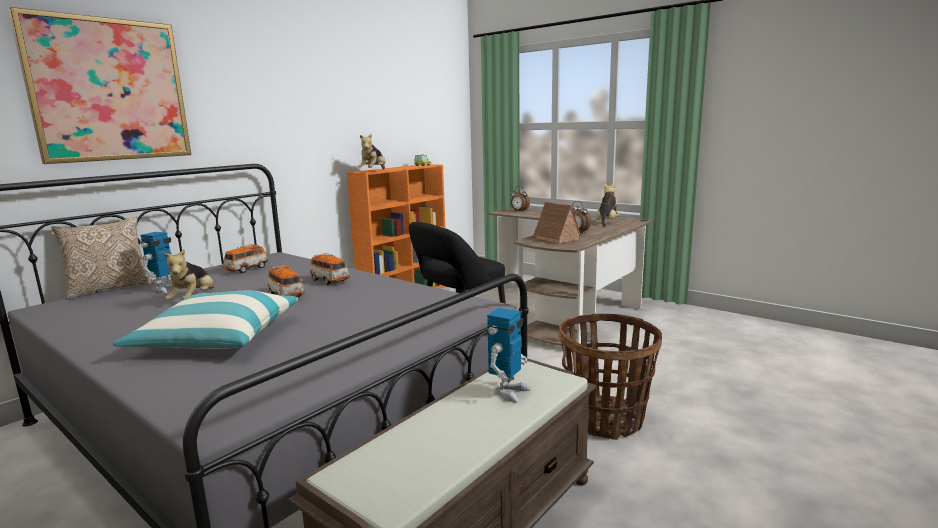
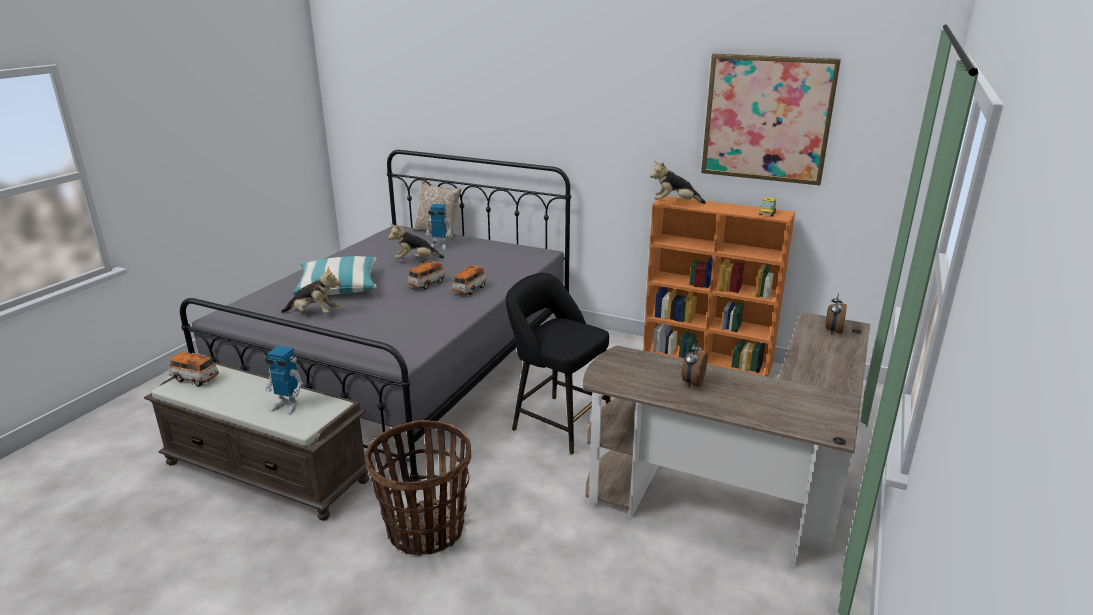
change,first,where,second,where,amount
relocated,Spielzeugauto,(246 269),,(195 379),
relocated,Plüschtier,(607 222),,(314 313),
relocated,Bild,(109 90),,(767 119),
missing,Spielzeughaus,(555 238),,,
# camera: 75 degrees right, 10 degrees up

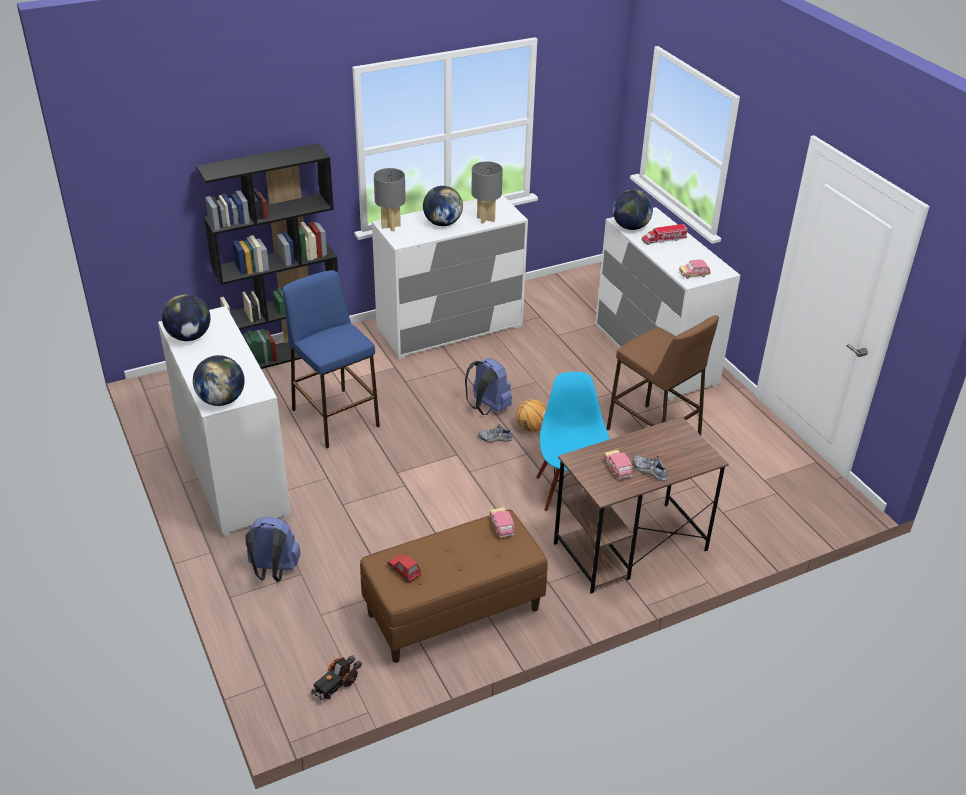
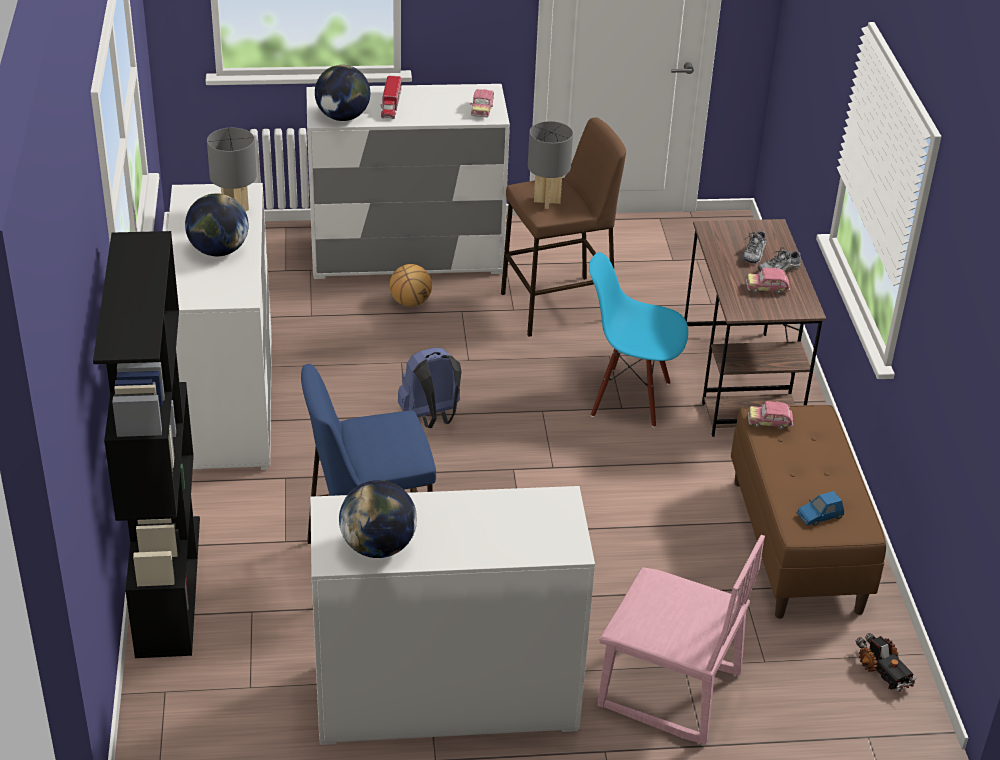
change,first,where,second,where,amount
relocated,Basketball,(531 428),,(410 302),
relocated,Tischlampe [grau],(391 227),,(547 201),
exchanged,Rucksack [blau],(273 571),Stuhl [rosa],(669 691),
relocated,Schuh,(495 438),,(754 254),
colour,Spielzeugauto [rot],(404 570),Spielzeugauto [blau],(820 516),
missing,Globus,(221 400),,,
# camera: 70 degrees left, 0 degrees up

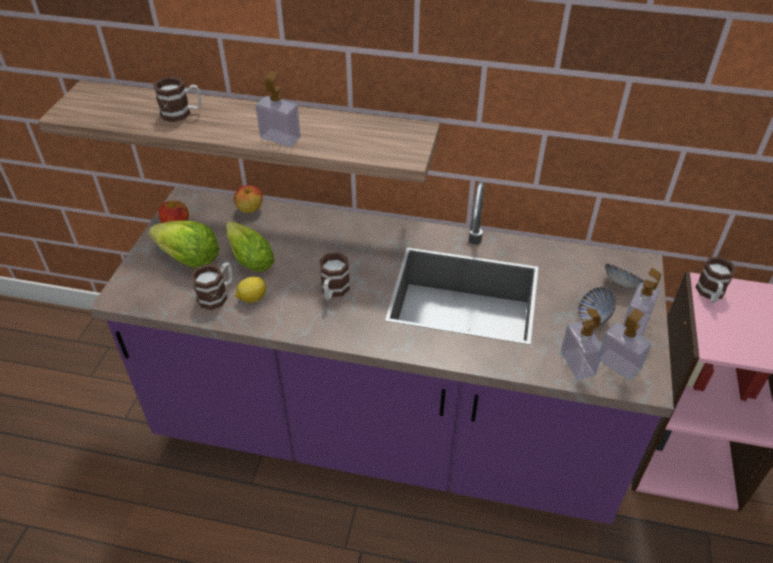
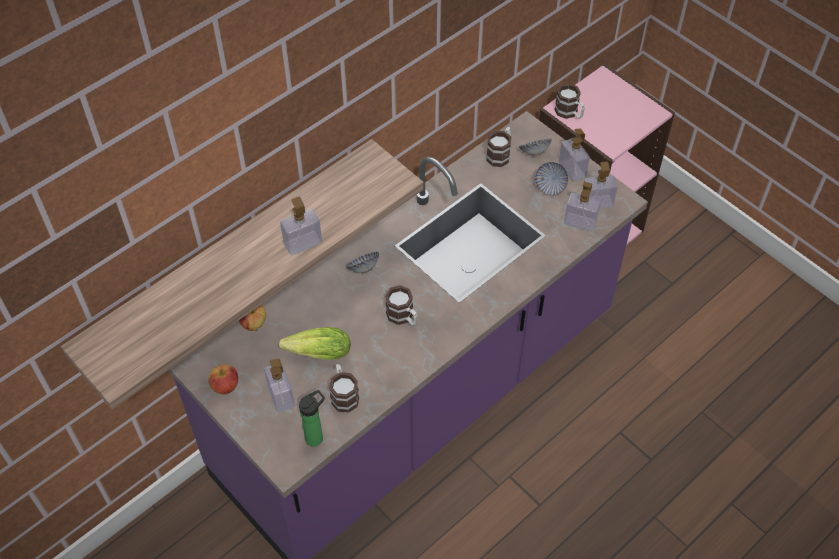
change,first,where,second,where,amount
exchanged,Salatkopf,(188 259),Seifenspender,(281 396),
appeared,,,Flasche,(316 437),
appeared,,,Schüssel,(363 268),
relocated,Henkelbecher,(182 113),,(500 154),
missing,Zitrone,(252 298),,,
# camera: 55 degrees left, 10 degrees up

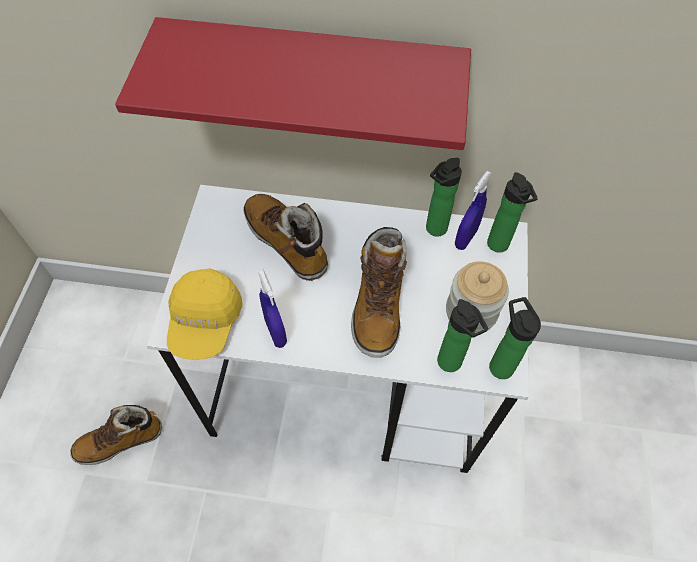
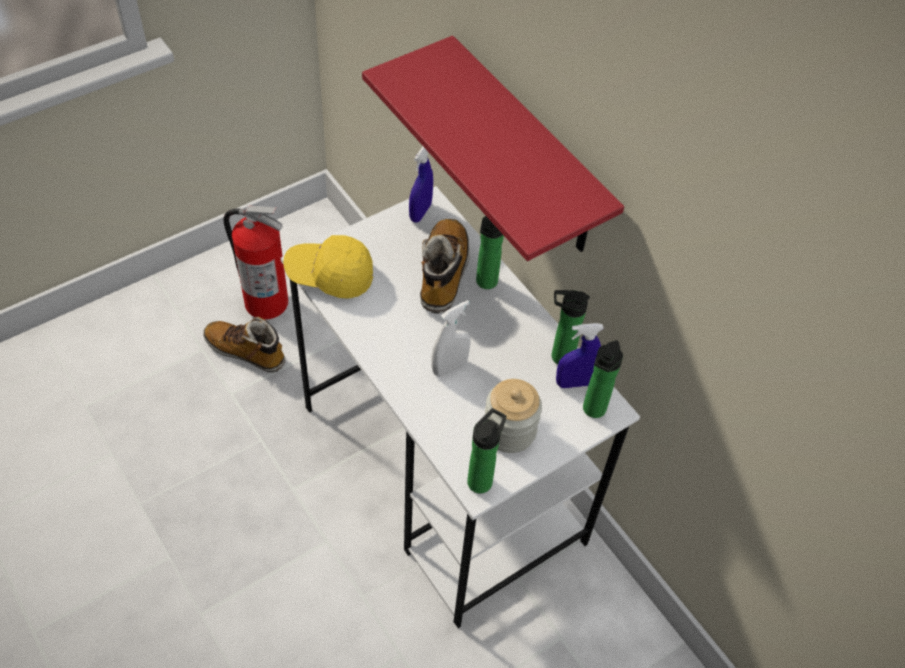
change,first,where,second,where,amount
appeared,,,Feuerlöscher,(266 302),
spun,Kappe [gelb],(205 322),,(330 275),45 degrees clockwise
relocated,Sprühflasche [blau],(276 332),,(420 212),
exchanged,Stiefel,(378 306),Sprühflasche [weiß],(449 367),
relocated,Flasche,(451 364),,(485 284),
# camera: 45 degrees right, 5 degrees down

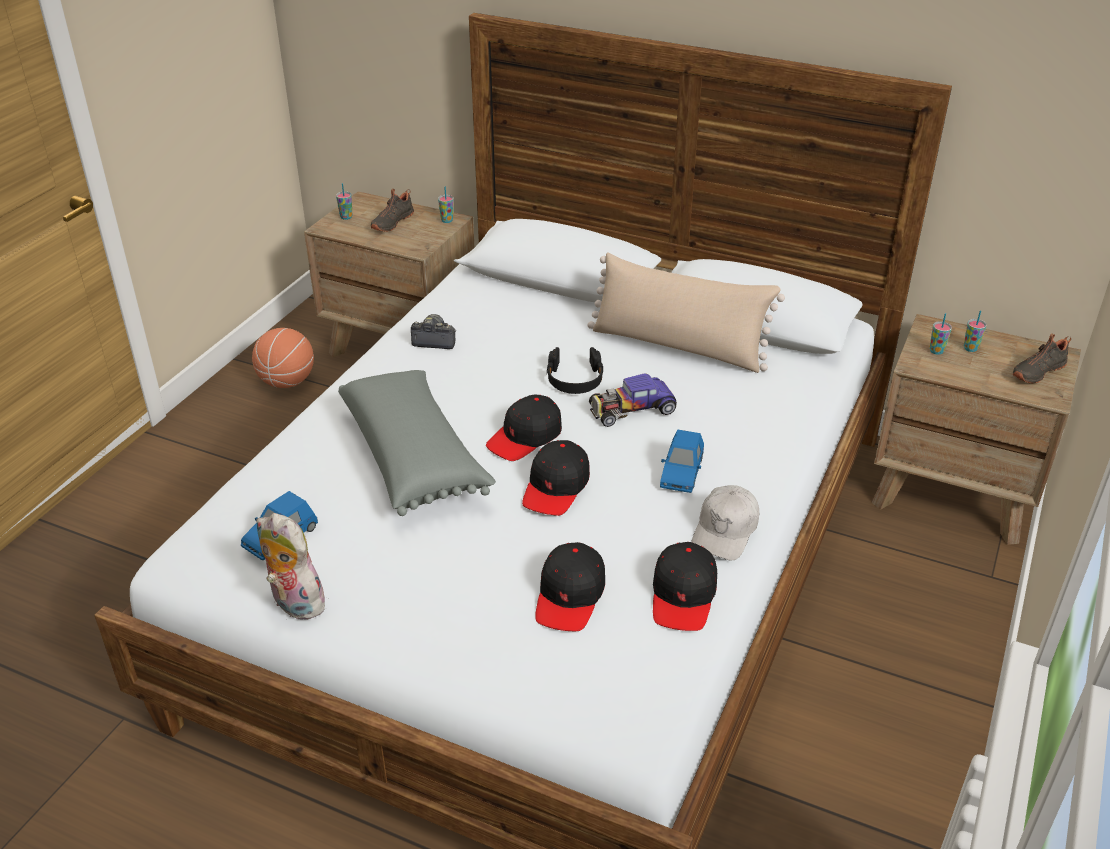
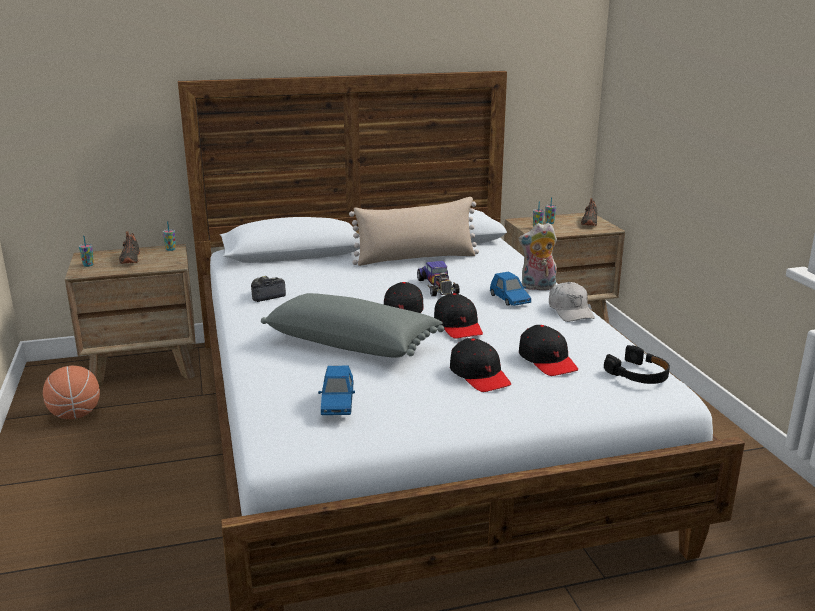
change,first,where,second,where,amount
spun,Spielzeugauto,(631 409),,(438 286),45 degrees counterclockwise
relocated,Kappe [schwarz],(683 596),,(479 375),
relocated,Plüschtier,(294 603),,(537 287),
relocated,Kopfhörer [schwarz],(574 379),,(638 374),
# camera: 40 degrees left, 15 degrees down

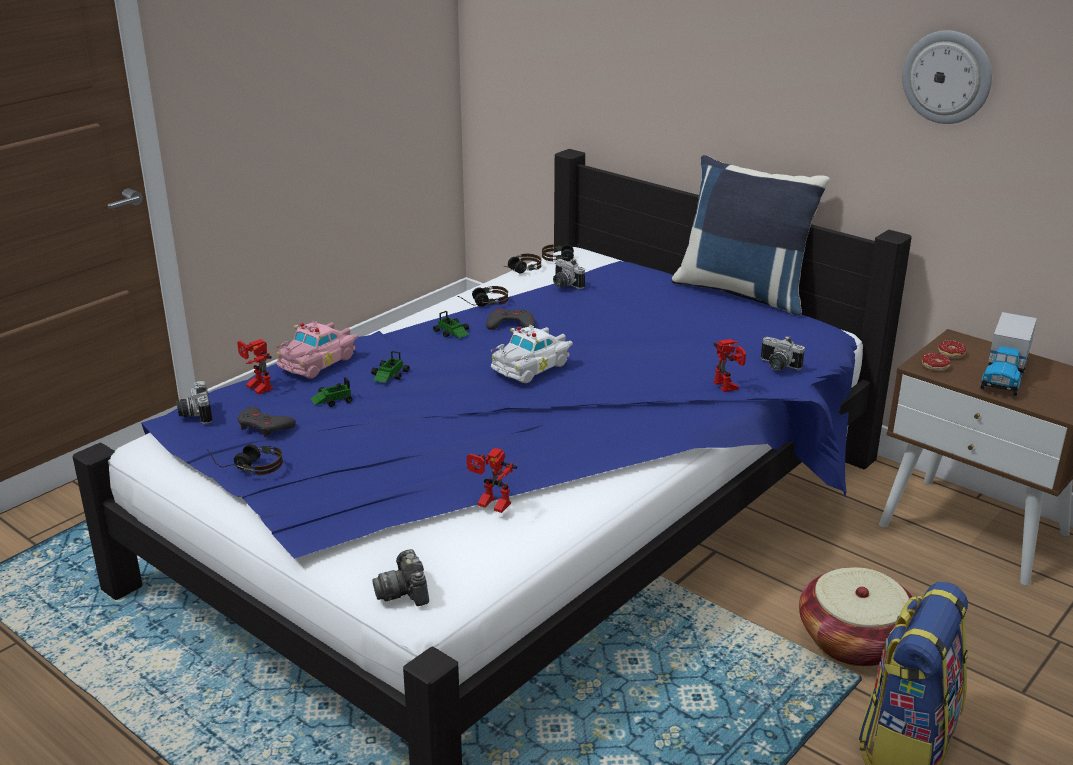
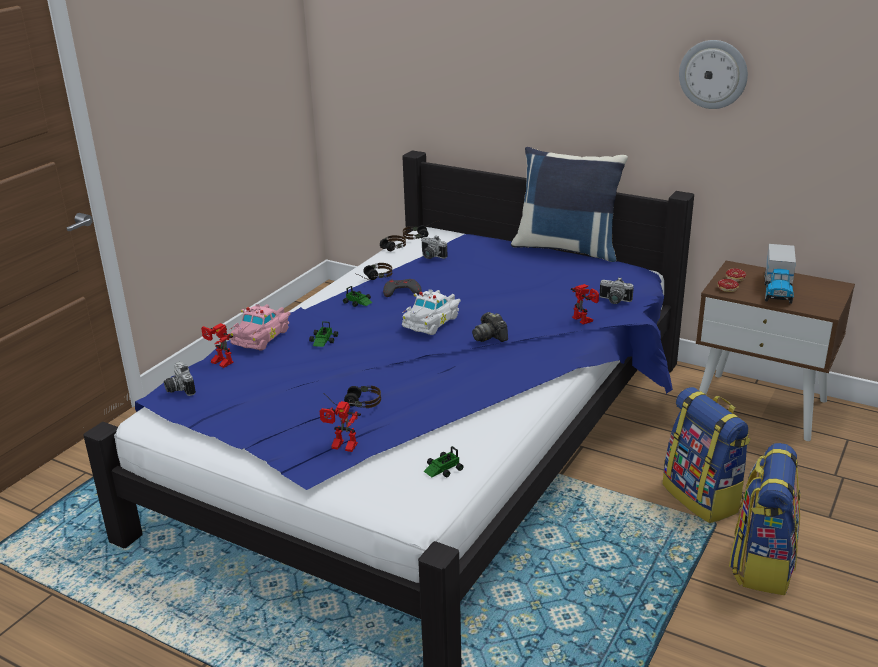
change,first,where,second,where,amount
relocated,Spielzeugroboter,(490 505),,(341 447),
relocated,Kopfhörer,(247 466),,(353 403),
relocated,Spielzeugauto,(331 399),,(441 468),
relocated,Kamera,(404 592),,(489 336),
exchanged,Korb,(855 641),Rucksack,(703 497),
missing,Gamepad [grau],(264 426),,,
# camera: 10 degrees left, 0 degrees up

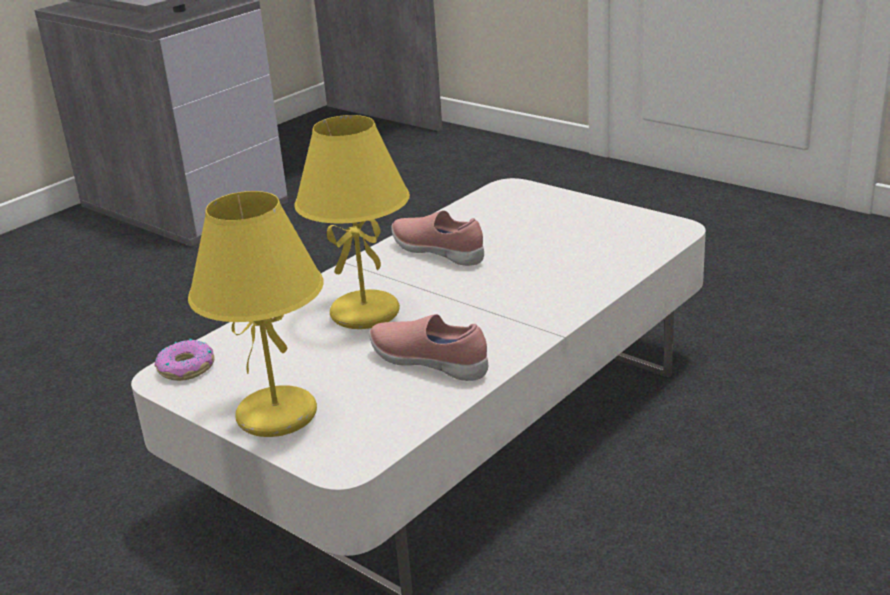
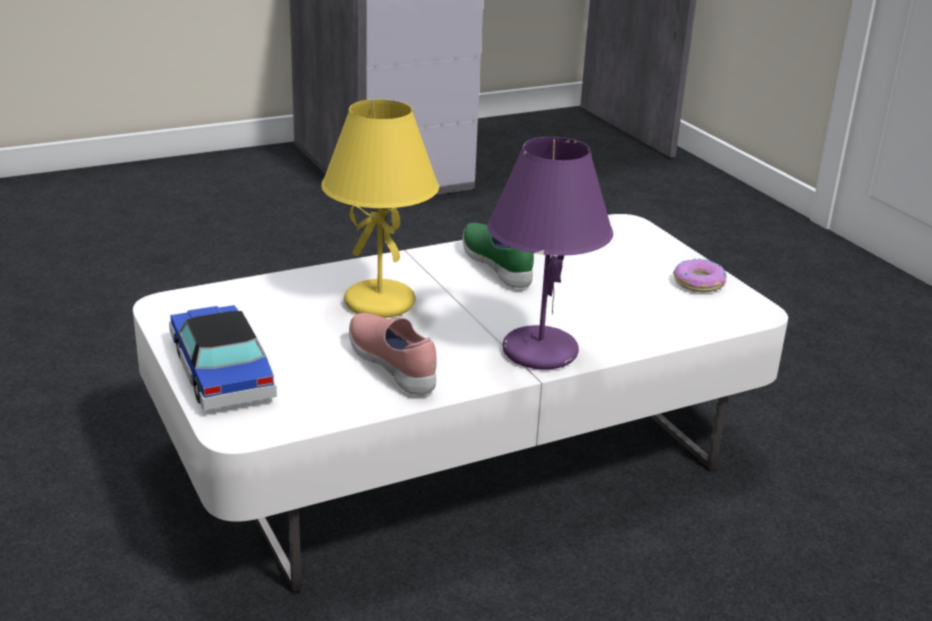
change,first,where,second,where,amount
exchanged,Tischlampe [gelb],(277 417),Spielzeugauto,(221 370),
colour,Schuh [rosa],(439 253),Schuh [grün],(498 267),
appeared,,,Tischlampe [lila],(538 351),
relocated,Donut,(187 368),,(699 283),
# camera: 20 degrees right, 0 degrees up

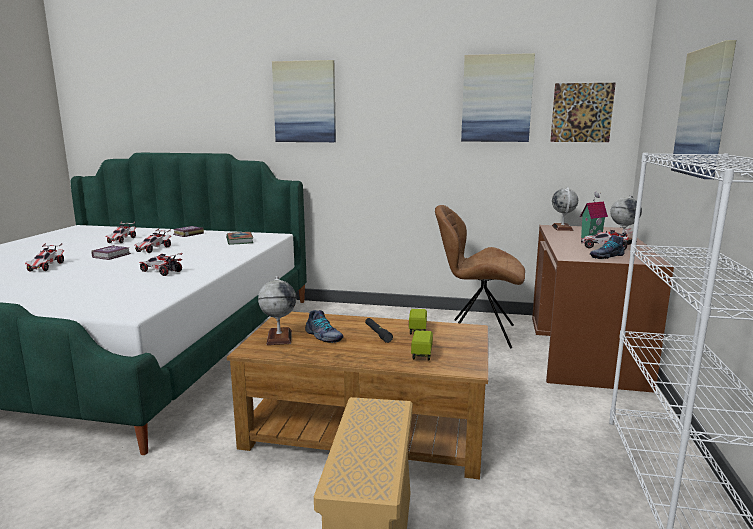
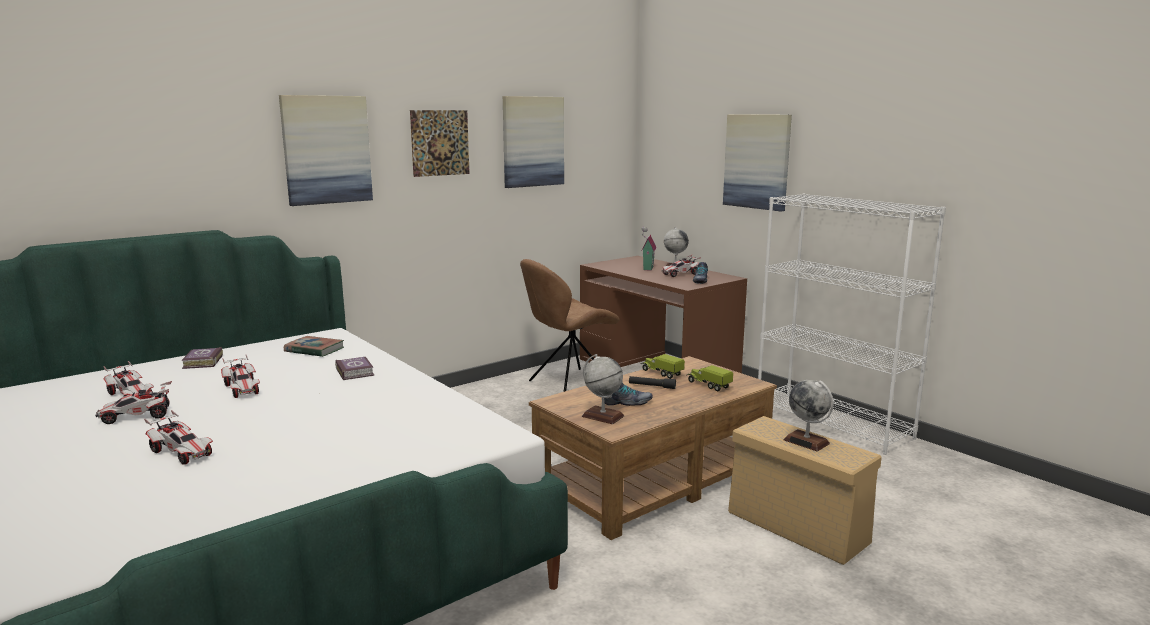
change,first,where,second,where,amount
relocated,Spielzeugauto,(160 272),,(137 417),
relocated,Buch,(112 255),,(355 371),
relocated,Bild,(582 112),,(440 143),
relocated,Globus,(562 228),,(806 442),
# camera: 50 degrees left, 0 degrees up

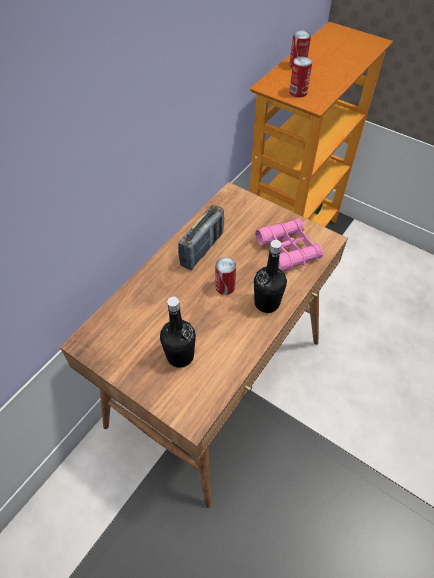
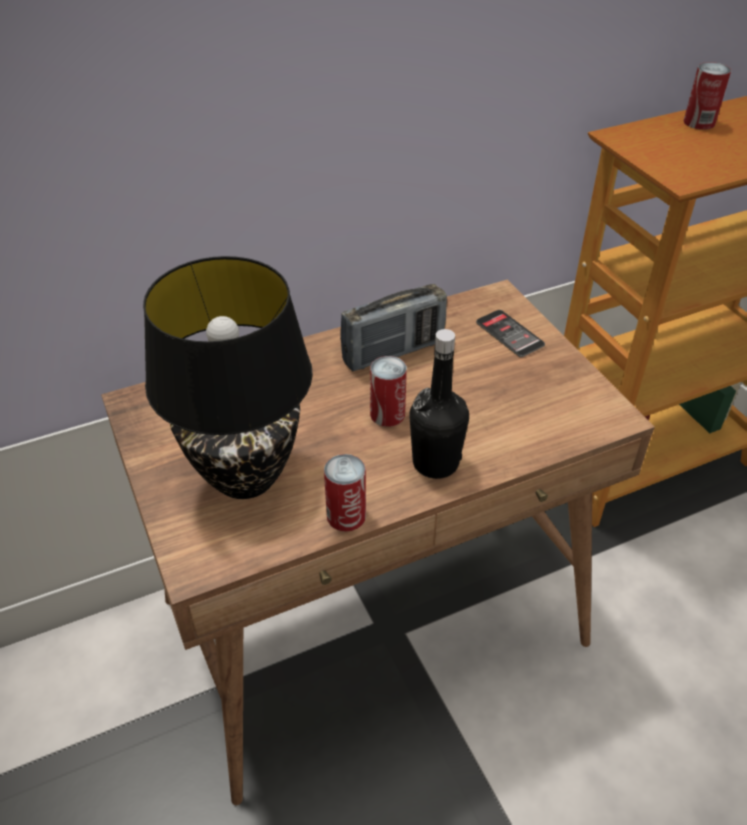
change,first,where,second,where,amount
exchanged,Flasche [schwarz],(180 356),Tischlampe [schwarz],(246 475),
relocated,Dose,(298 92),,(346 515),
appeared,,,Handy,(509 334),
missing,Fernglas [rosa],(287 250),,,
# camera: 30 degrees right, 10 degrees down

